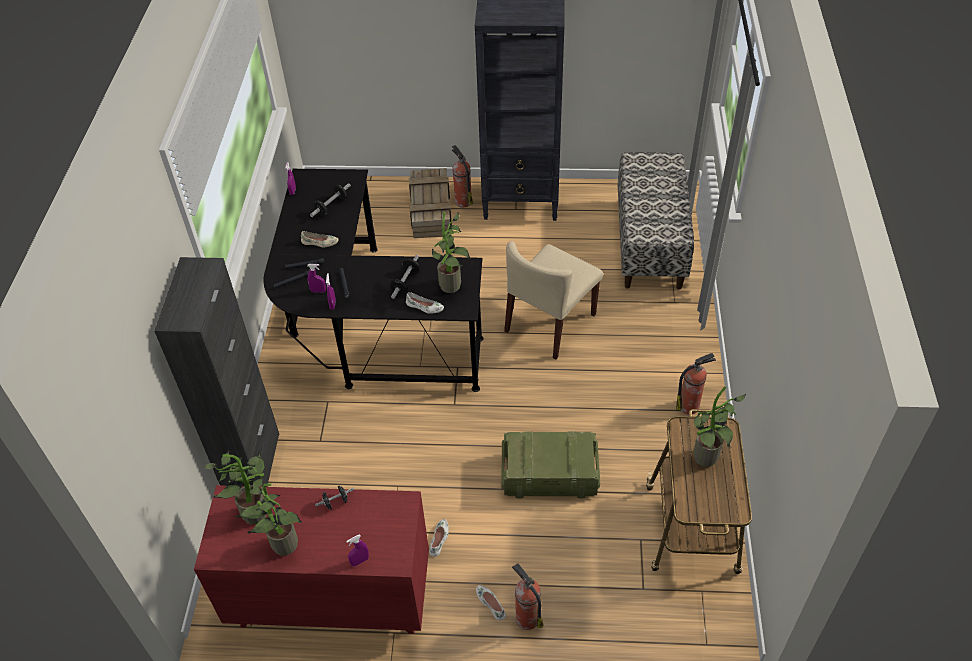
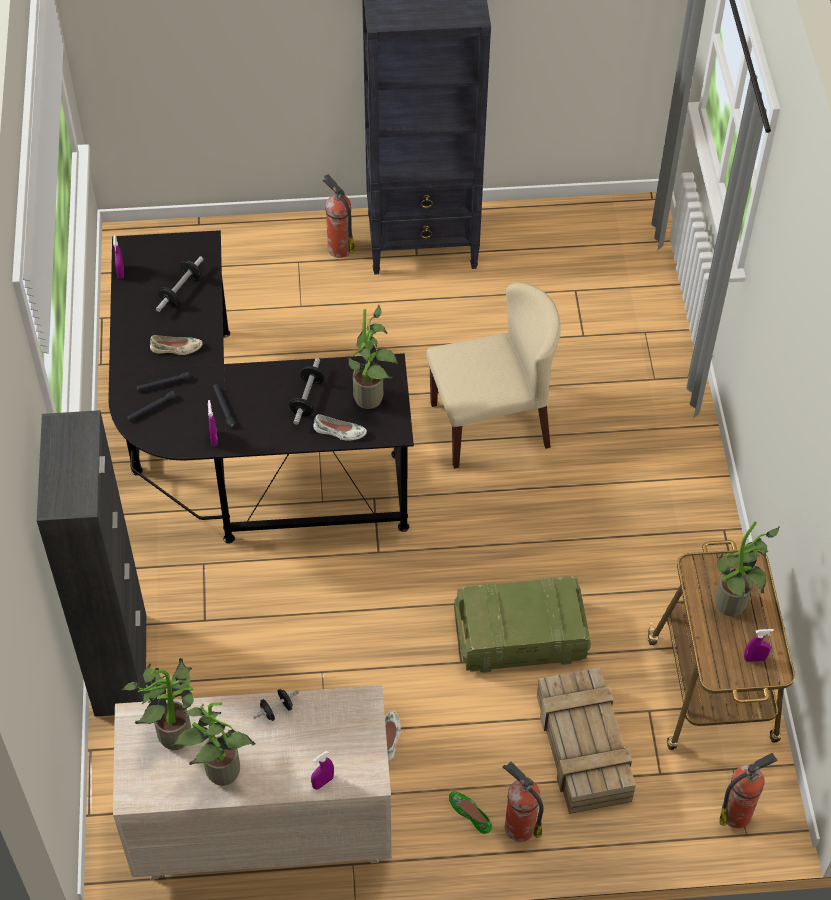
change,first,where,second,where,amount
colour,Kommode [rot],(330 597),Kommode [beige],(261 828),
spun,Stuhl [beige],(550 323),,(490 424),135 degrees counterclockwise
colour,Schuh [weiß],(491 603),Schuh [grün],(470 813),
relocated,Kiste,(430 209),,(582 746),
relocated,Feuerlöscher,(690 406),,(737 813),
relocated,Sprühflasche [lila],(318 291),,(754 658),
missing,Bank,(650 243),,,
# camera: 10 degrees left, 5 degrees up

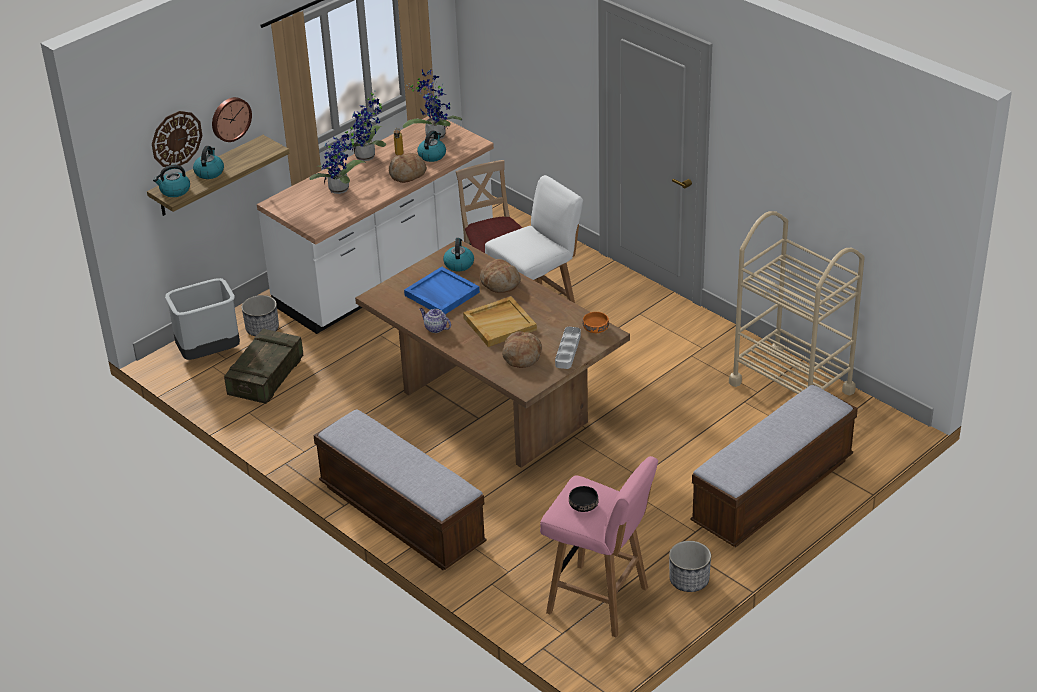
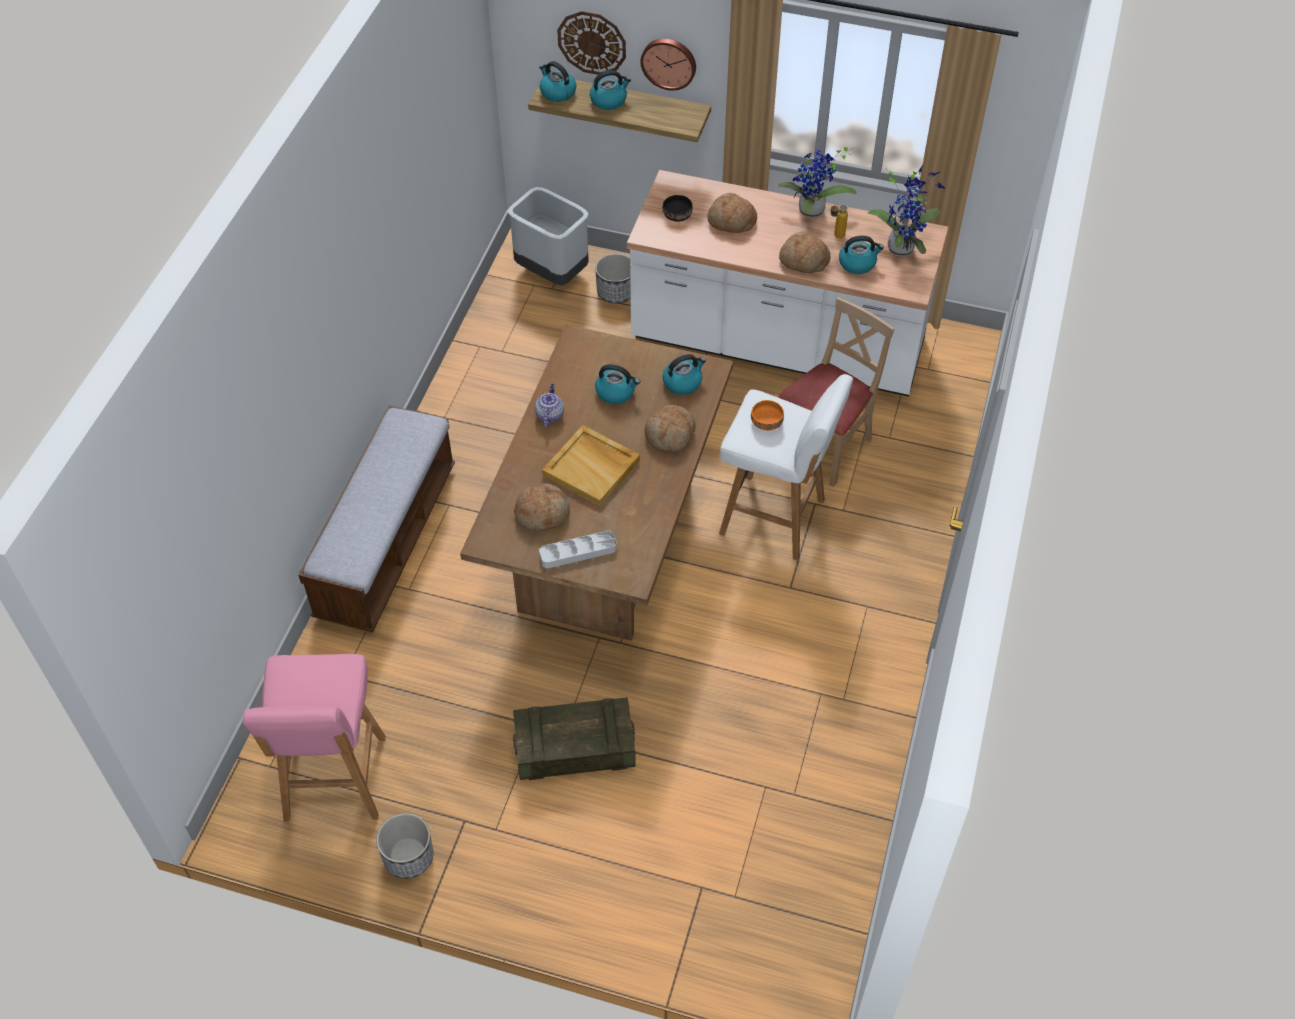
change,first,where,second,where,amount
relocated,Kiste,(266 378),,(574 749),
exchanged,Tablett [blau],(441 294),Wasserkessel,(616 392),
relocated,Schüssel [schwarz],(584 506),,(677 215),
exchanged,Topfpflanze,(341 190),Brot,(731 221),
relocated,Schüssel [orange],(596 329),,(766 422),
missing,Bank,(772 492),,,
missing,Rollwagen [beige],(791 387),,,
# camera: 60 degrees right, 15 degrees up

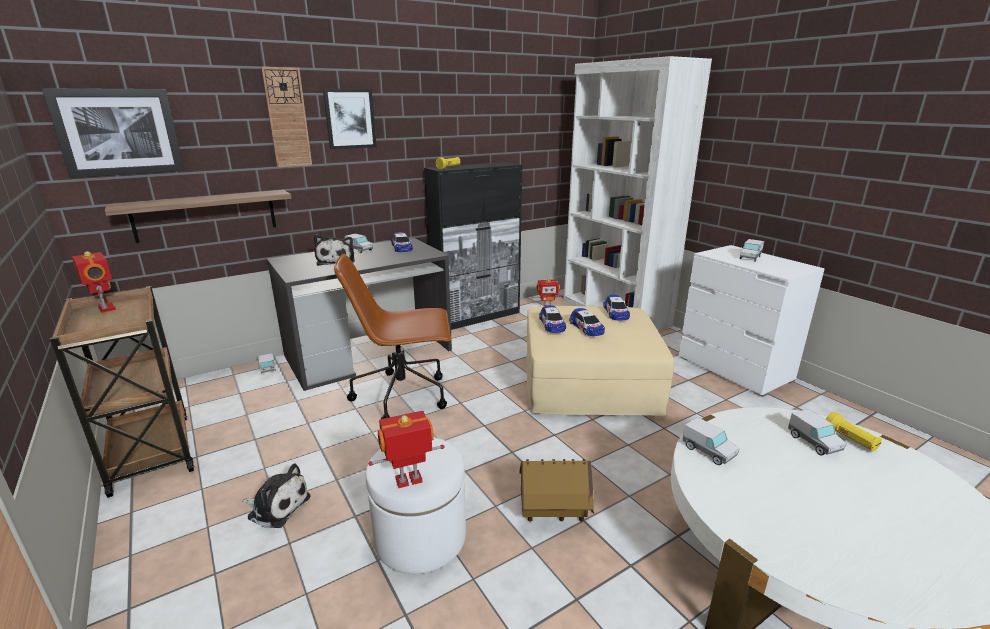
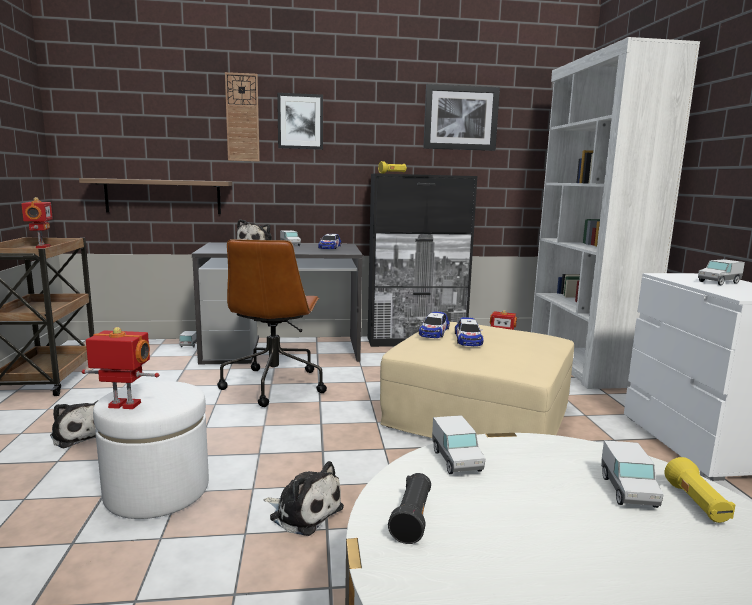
change,first,where,second,where,amount
spun,Bürostuhl [braun],(403 395),,(274 385),105 degrees counterclockwise
exchanged,Spielzeughaus,(554 512),Plüschtier,(303 512),
appeared,,,Taschenlampe [schwarz],(412 519),
relocated,Bild,(119 132),,(460 118),
missing,Spielzeugauto,(616 313),,,
# camera: 25 degrees right, 10 degrees down

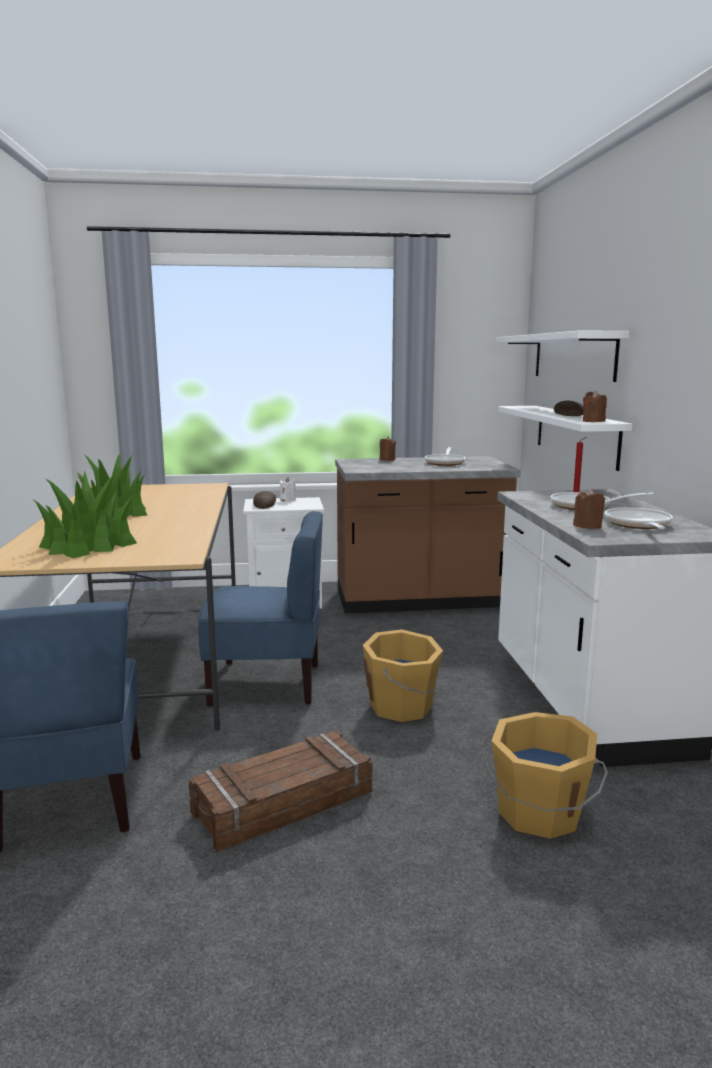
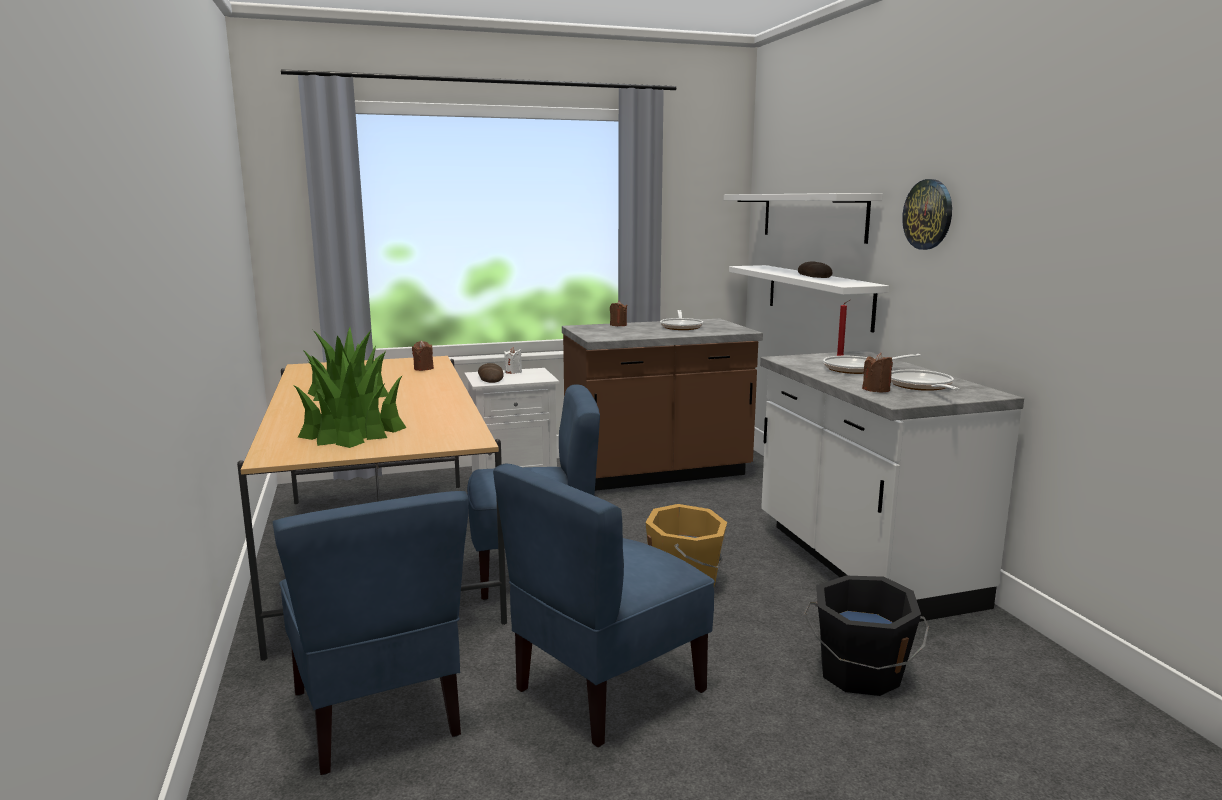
change,first,where,second,where,amount
relocated,Kerze [braun],(593 421),,(423 368),
exchanged,Kiste,(282 802),Stuhl [blau],(608 689),
colour,Eimer [orange],(538 813),Eimer [schwarz],(860 674),
appeared,,,Wanduhr,(928 214),
# camera: 10 degrees left, 0 degrees up

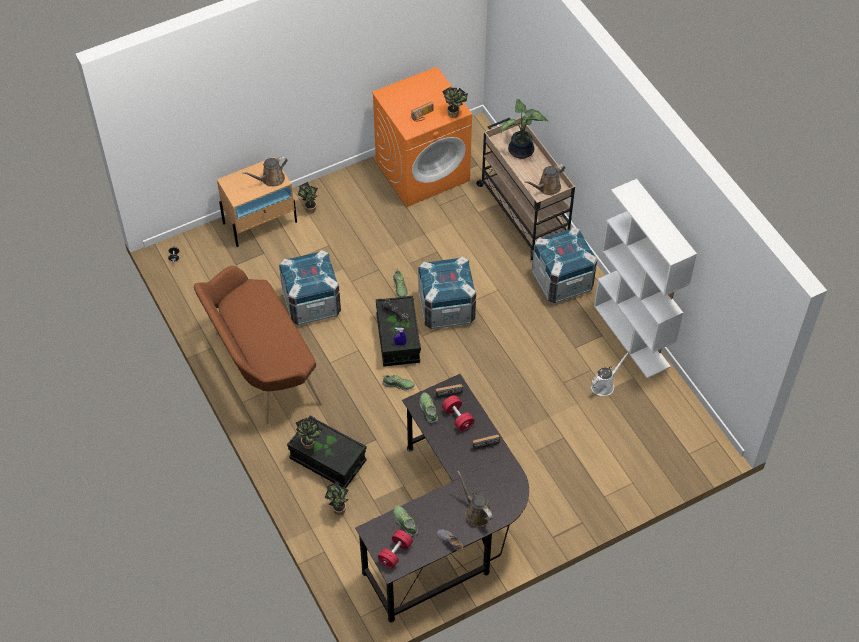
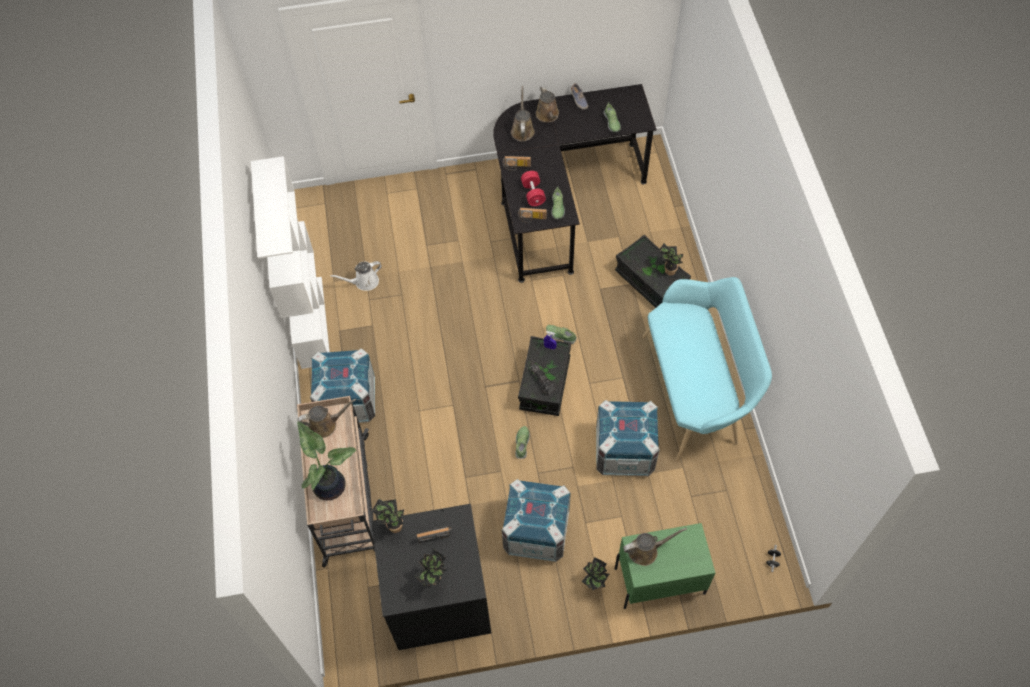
change,first,where,second,where,amount
colour,Waschmaschine [orange],(423 170),Waschmaschine [schwarz],(438 599),
relocated,Topfpflanze,(338 509),,(434 579),
relocated,Kiste,(446 309),,(536 532),
appeared,,,Gießkanne [braun],(522 130),
colour,Nachttisch [beige],(260 222),Nachttisch [grün],(659 580),
colour,Bank [braun],(261 369),Bank [türkis],(696 390),
missing,Hantel [rot],(395 553),,,
# camera: 160 degrees left, 5 degrees up

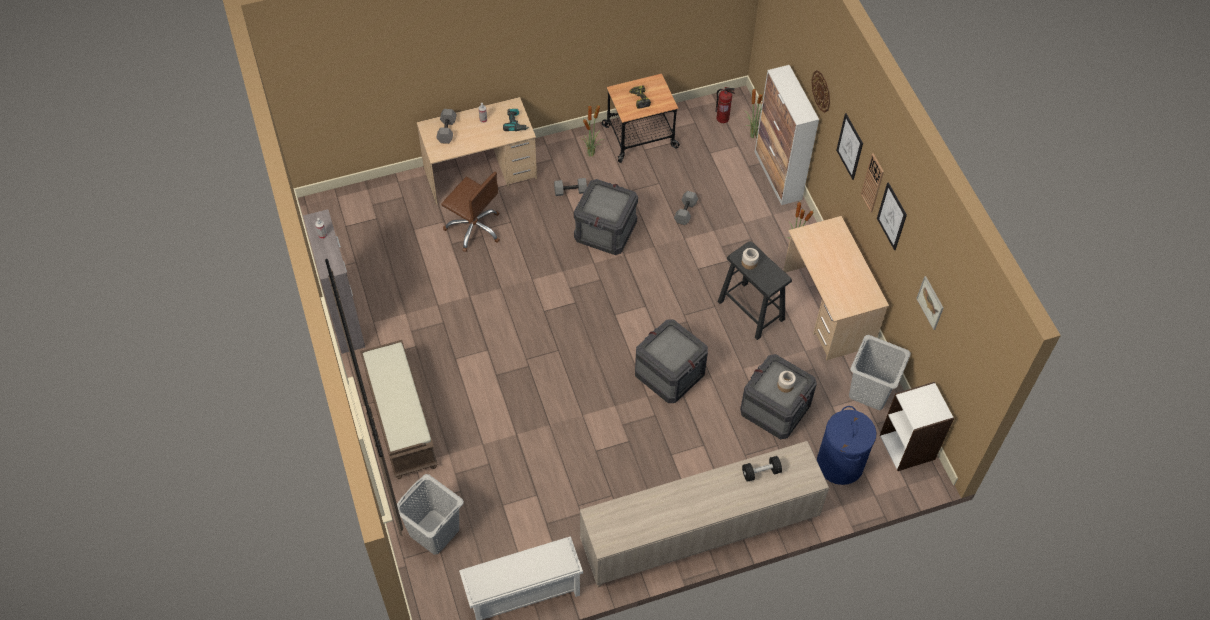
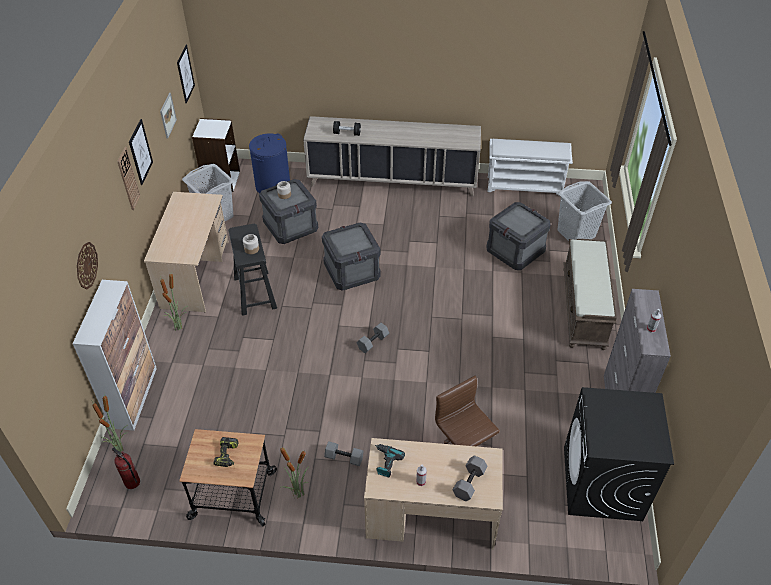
change,first,where,second,where,amount
relocated,Bild,(850 146),,(185 74),
relocated,Hantel [grau],(686 212),,(372 341),
relocated,Kiste,(606 231),,(514 251),
appeared,,,Waschmaschine [schwarz],(602 484),
# camera: 155 degrees left, 10 degrees down

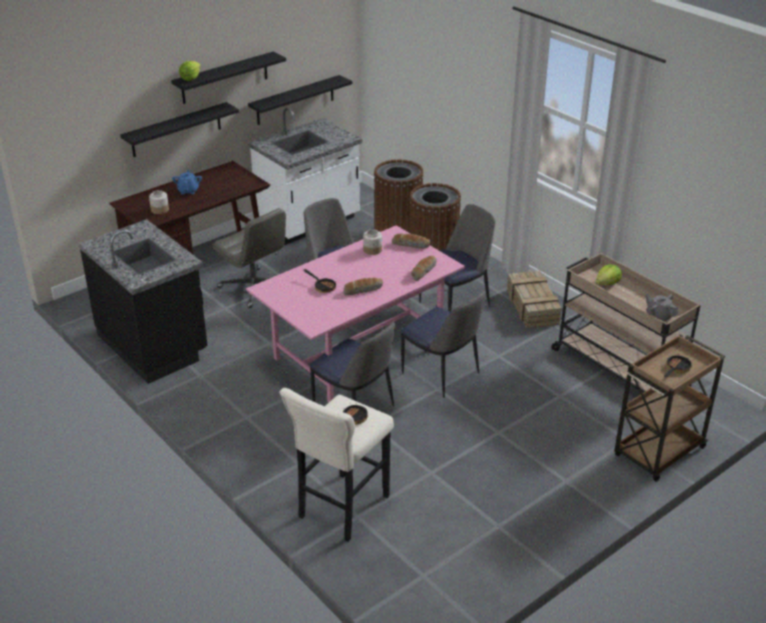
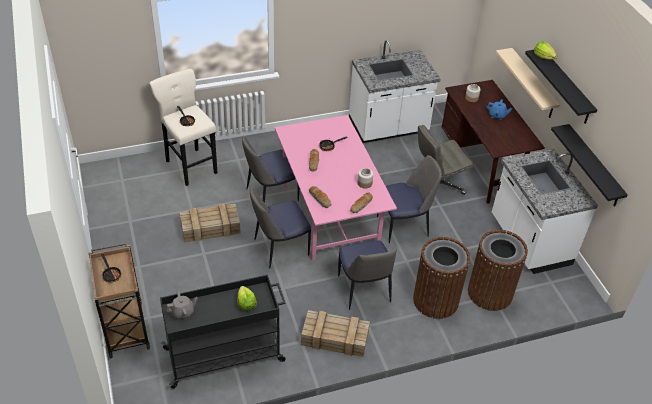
change,first,where,second,where,amount
colour,Rollwagen [beige],(617 367),Rollwagen [schwarz],(225 355),
appeared,,,Kiste,(209 228),
colour,Küchenzeile [schwarz],(154 345),Küchenzeile [weiß],(388 128),
colour,Wandregal [schwarz],(176 130),Wandregal [beige],(532 84),
# camera: 110 degrees right, 10 degrees up

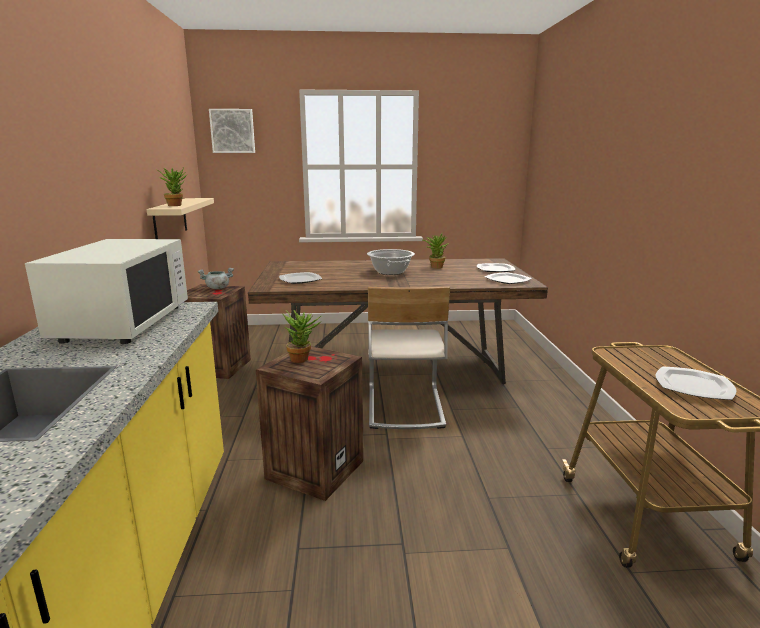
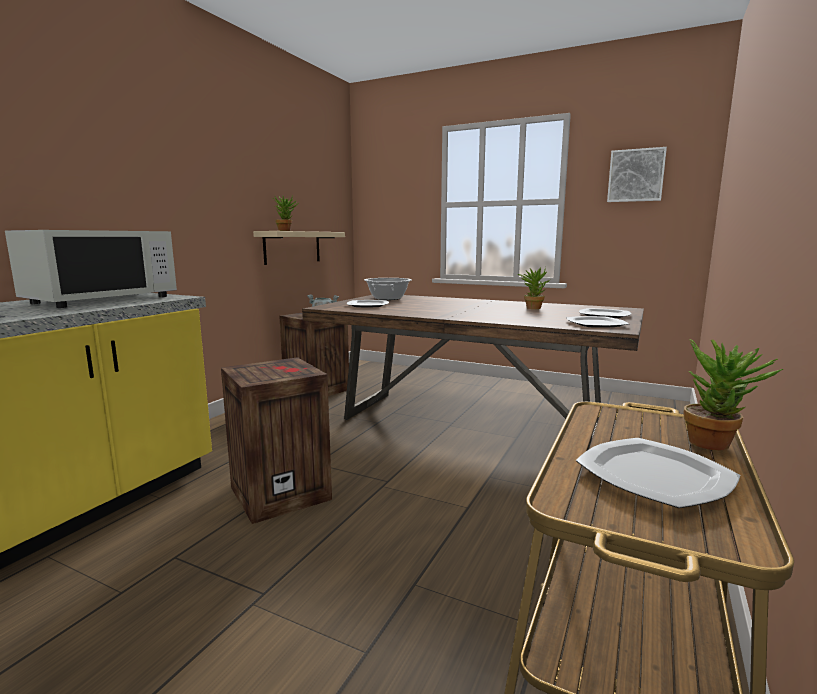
change,first,where,second,where,amount
relocated,Kochtopf,(390 272),,(388 298),
relocated,Bild,(232 131),,(636 175),
relocated,Topfpflanze,(303 359),,(717 443),
missing,Stuhl [beige],(404 407),,,
# camera: 30 degrees right, 5 degrees down

